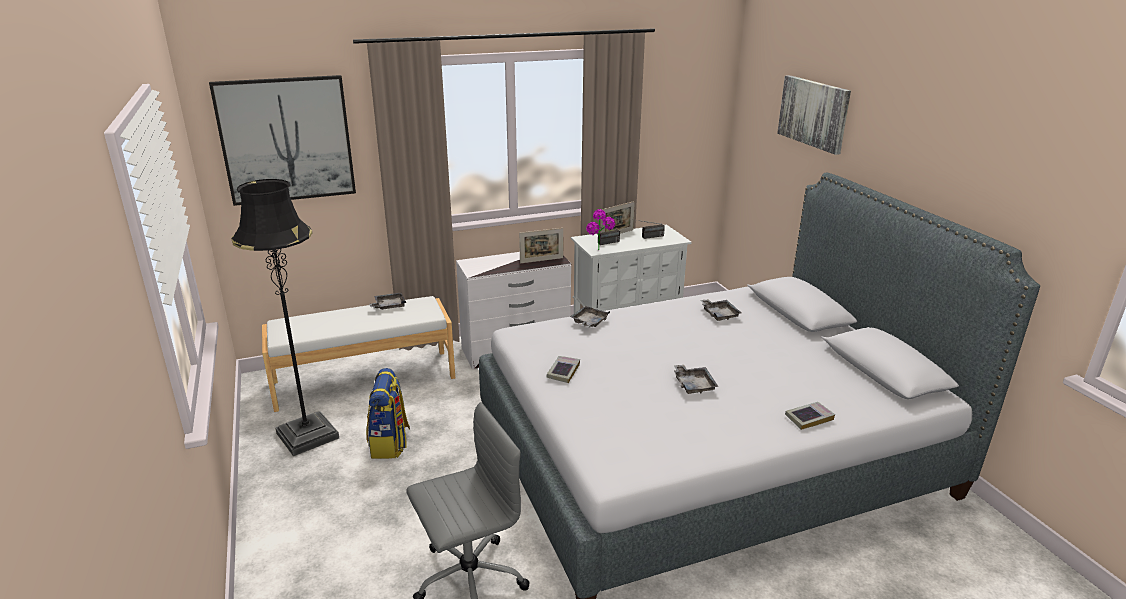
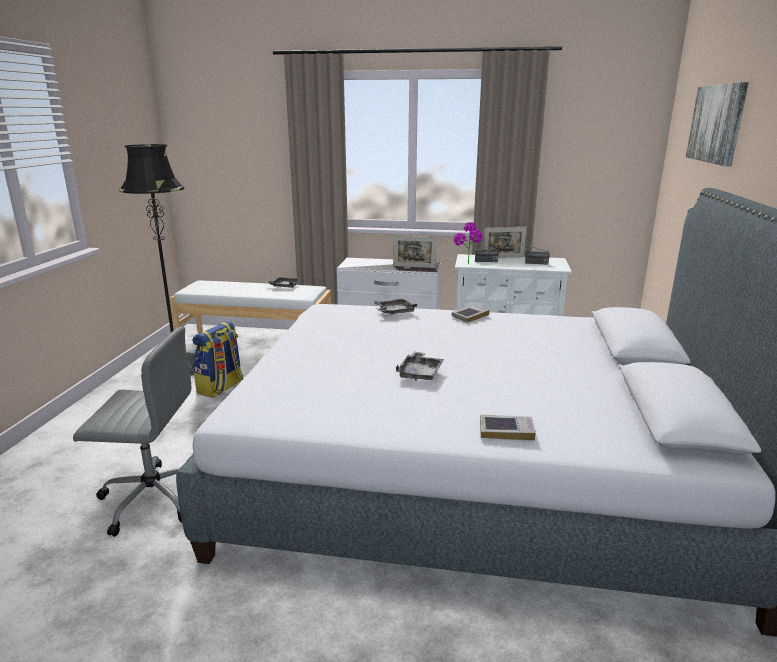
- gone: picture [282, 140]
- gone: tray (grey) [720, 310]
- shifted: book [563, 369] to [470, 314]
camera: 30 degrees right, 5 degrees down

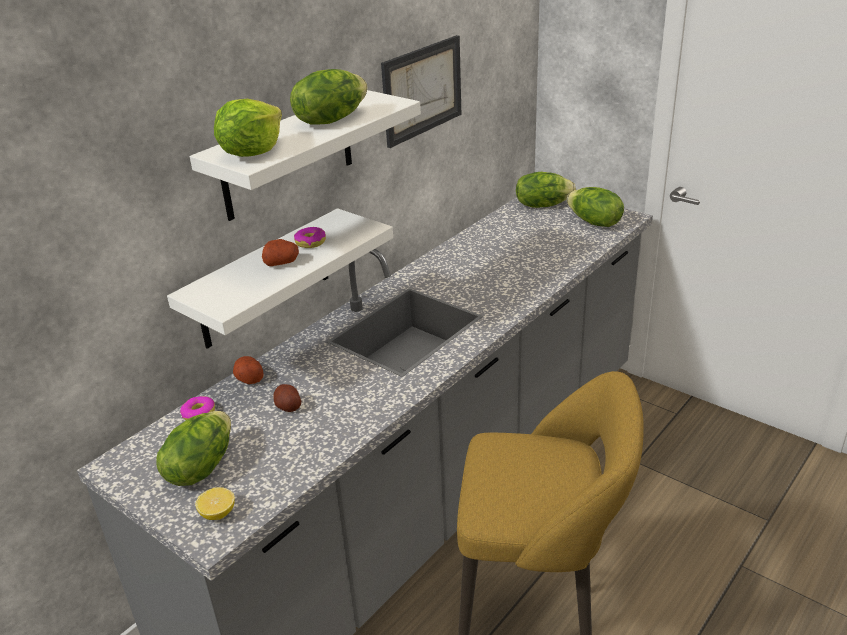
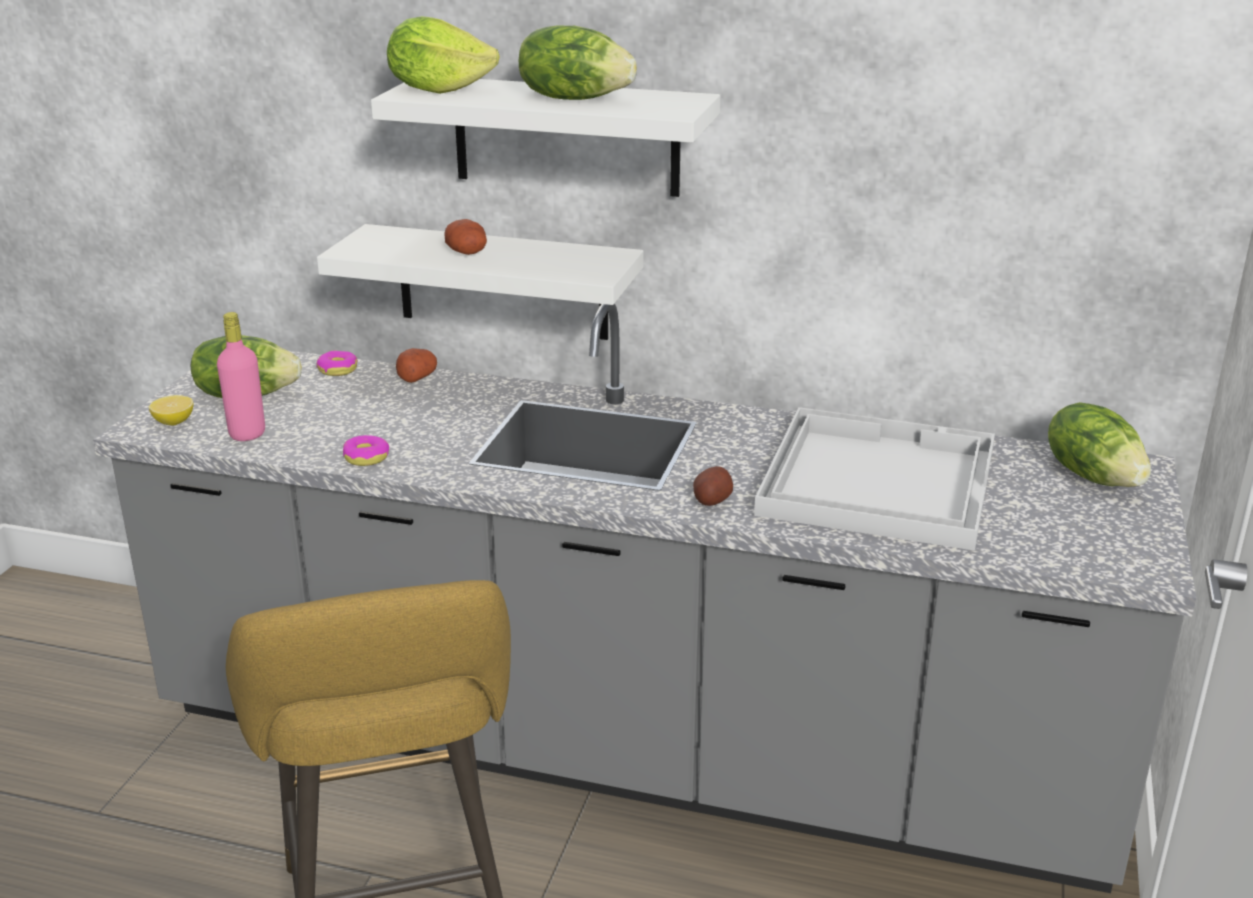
- gone: picture [421, 91]
- gone: lettuce [595, 207]
- new: bottle (pink) [241, 376]
- new: tray (white) [874, 479]
- shifted: potato [287, 398] to [713, 486]
- shifted: donut [310, 237] to [366, 450]
camera: 65 degrees right, 5 degrees down

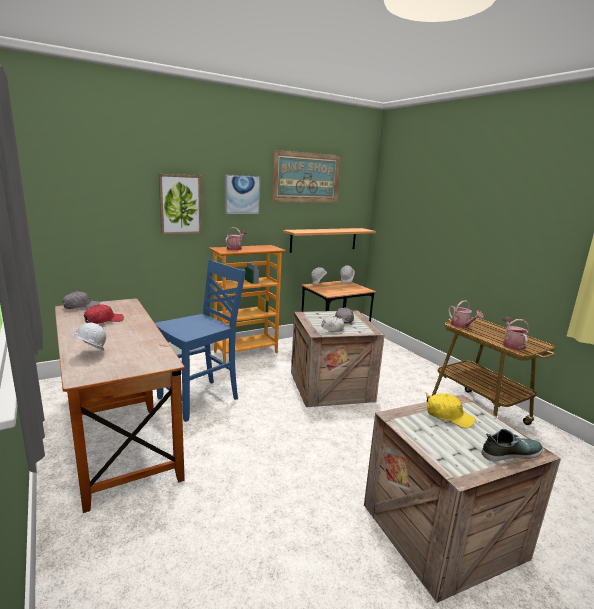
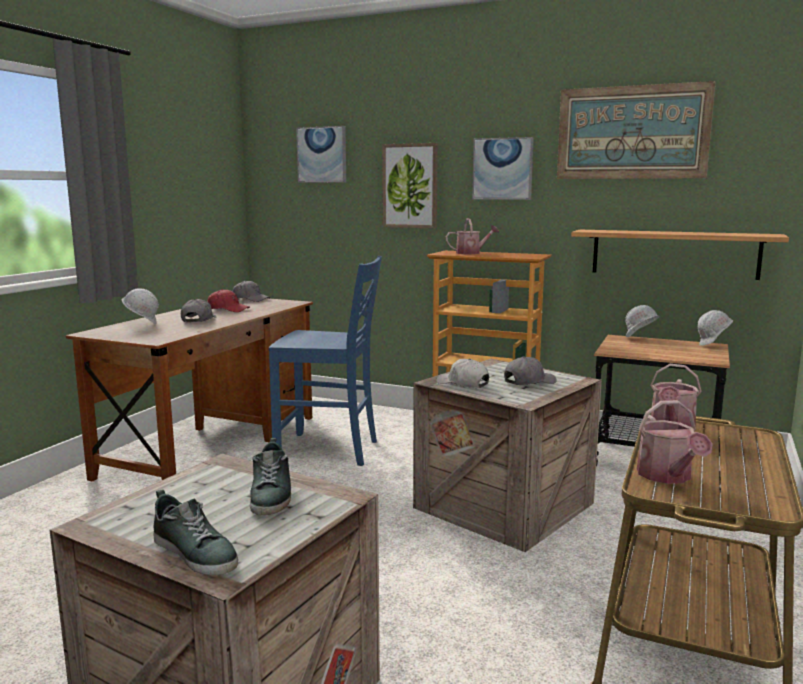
- new: cap (grey) [198, 310]
- new: picture [321, 154]
- swapped: cap (yellow) [451, 410] to shoe [270, 476]
- rotated: watering can [516, 334] = [675, 442] 120 degrees clockwise
camera: 55 degrees right, 5 degrees down

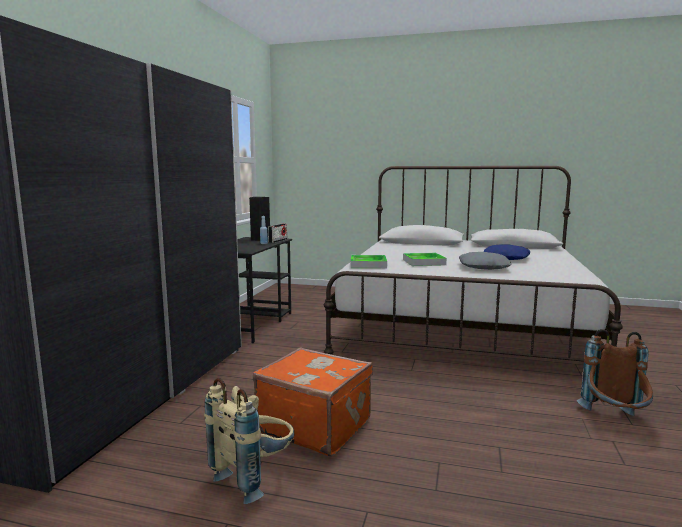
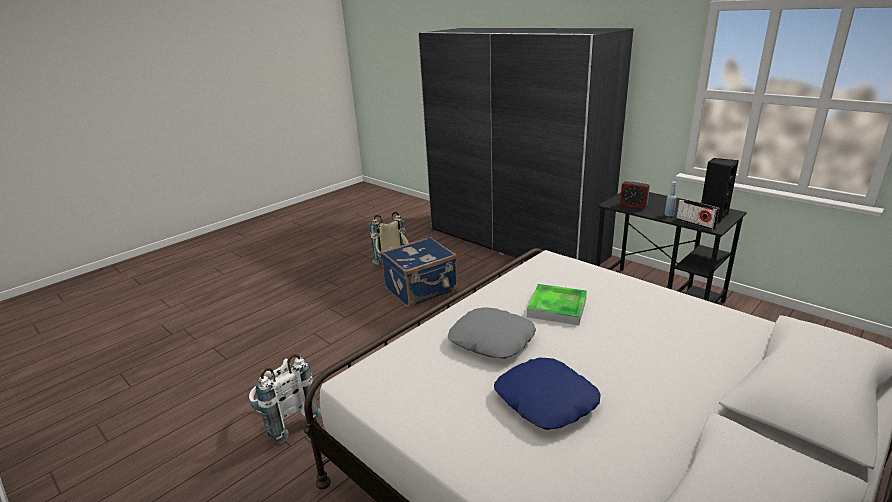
- gone: tray [369, 261]
- new: alarm clock [635, 195]
- repainted: suitcase (orange) [313, 402] to suitcase (blue) [419, 272]
- repainted: backpack (brown) [615, 372] to backpack (white) [285, 399]
camera: 120 degrees right, 15 degrees up

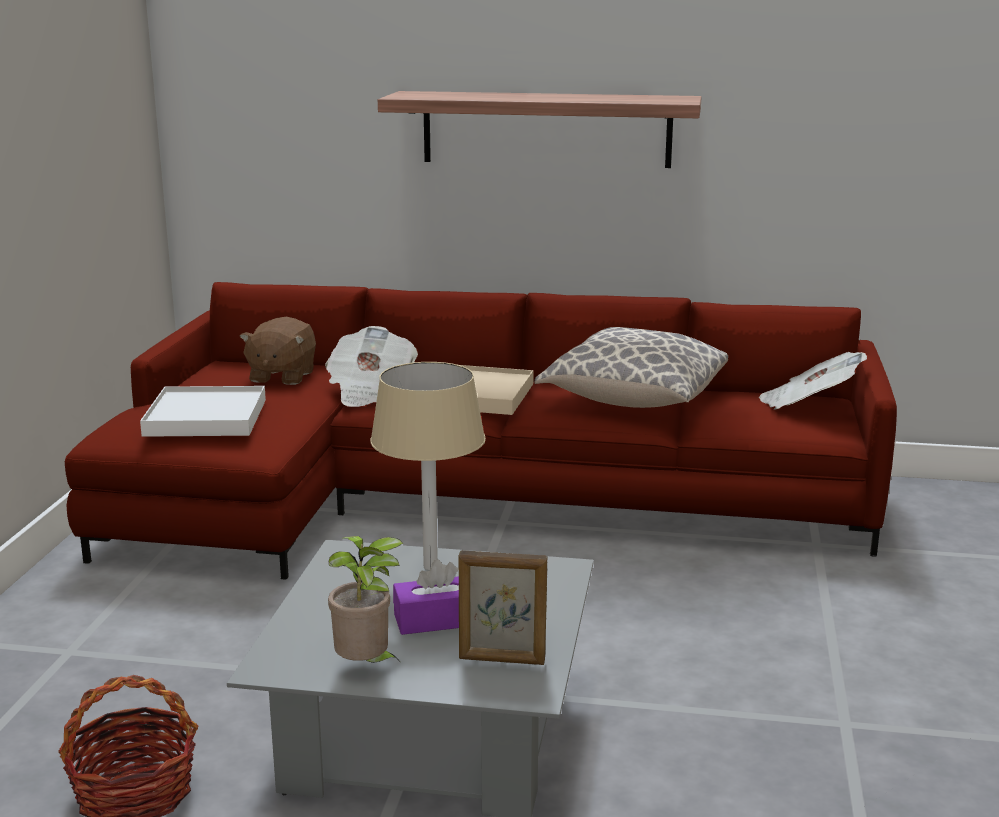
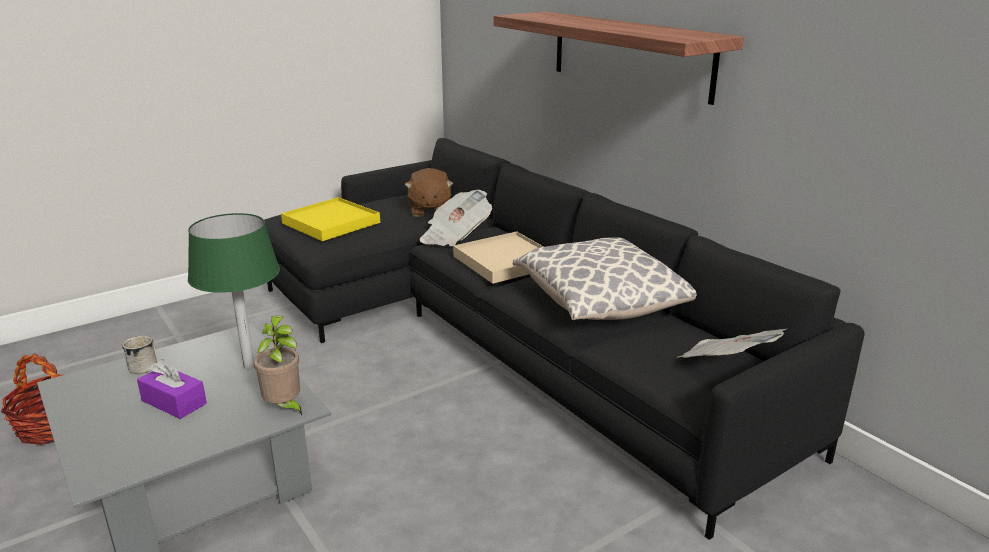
- gone: picture frame [503, 607]
- new: mug (white) [139, 355]
- shifted: potted plant [365, 599] to [278, 365]
- repainted: sofa (red) [481, 431] to sofa (black) [564, 339]
- repainted: tray (white) [203, 411] to tray (yellow) [330, 219]
- repainted: table lamp (beige) [428, 466] to table lamp (green) [234, 291]
- rotated: plush toy (brown) [277, 351] = [429, 192] 60 degrees counterclockwise
camera: 45 degrees right, 5 degrees up

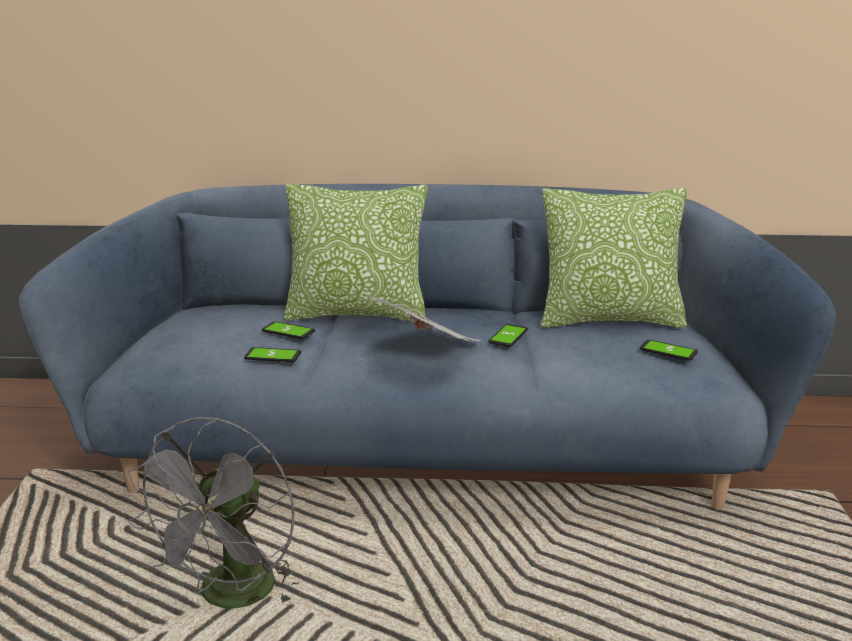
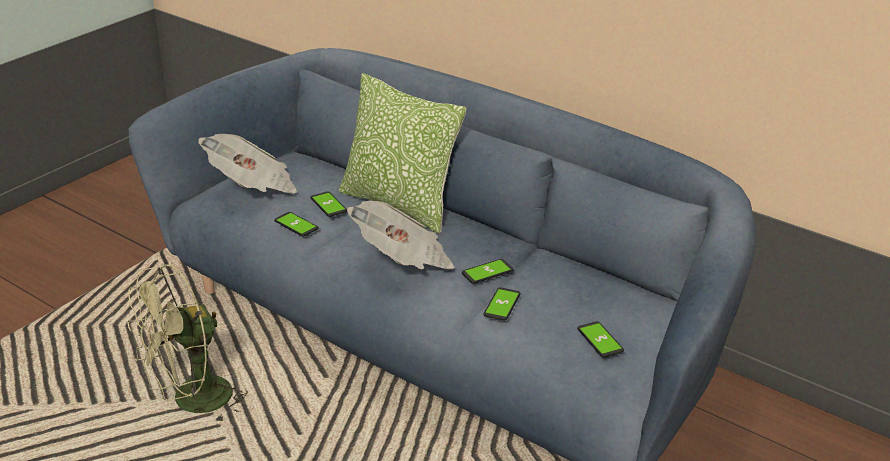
- gone: pillow [613, 258]
- new: newspaper [247, 163]
- new: phone [502, 304]
- repainted: fan (grey) [214, 512] to fan (green) [187, 343]
camera: 35 degrees right, 10 degrees up

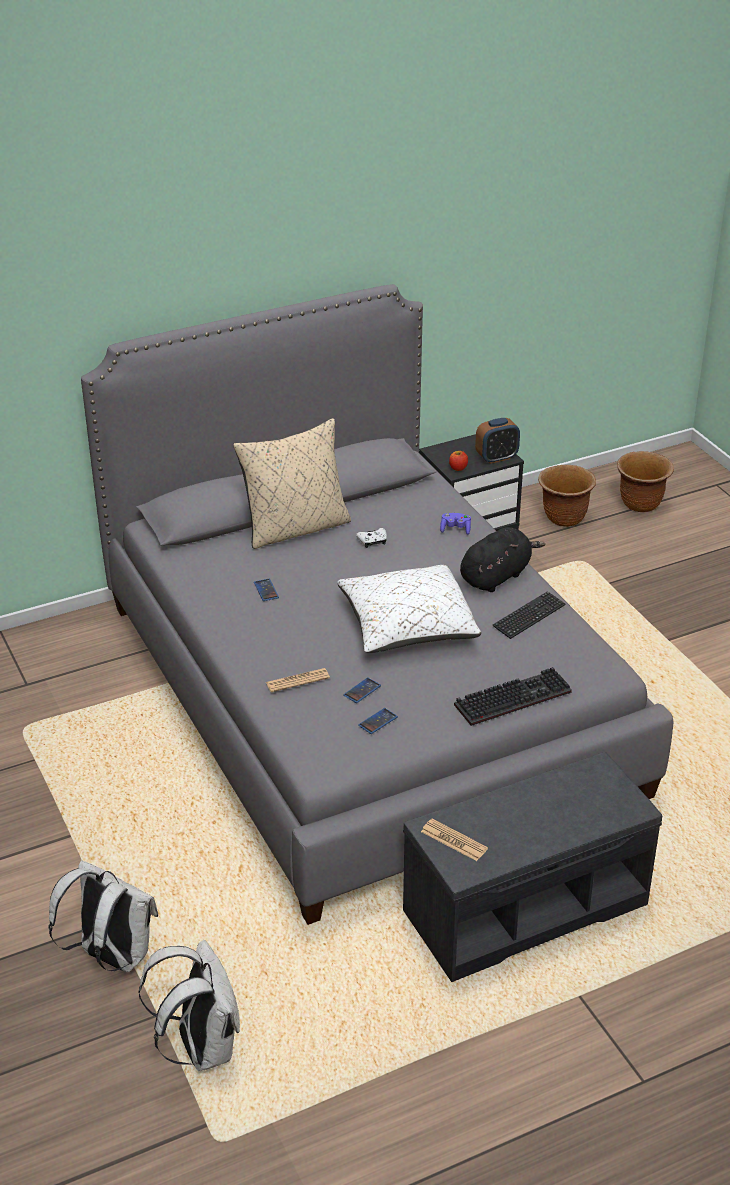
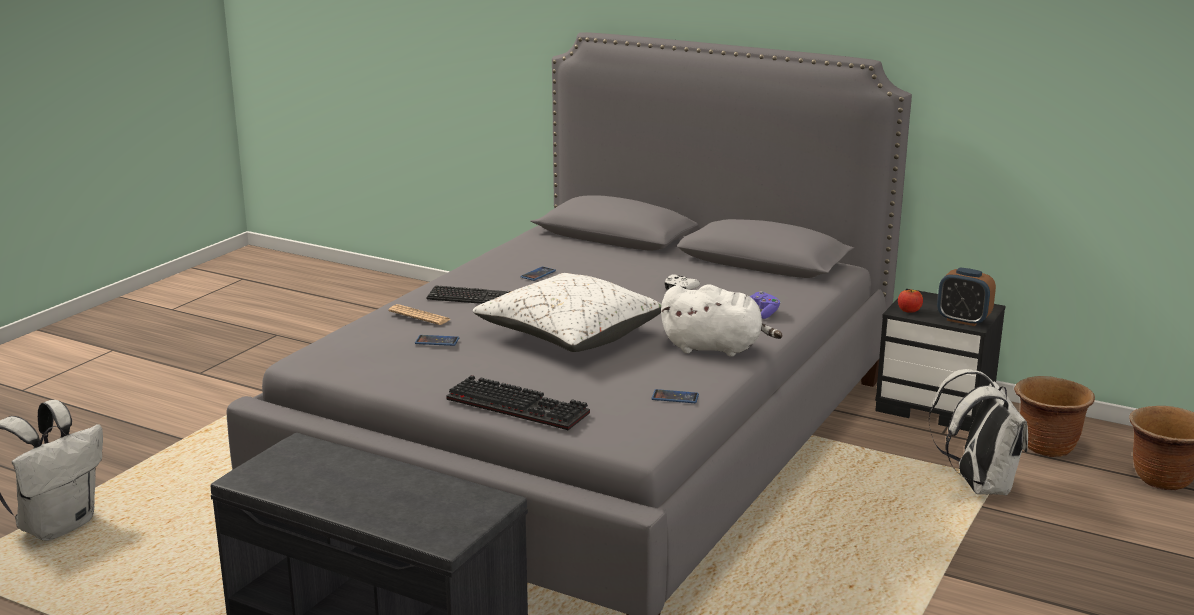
- gone: pillow (beige) [292, 483]
- gone: newspaper [454, 840]
- shifted: backpack (white) [103, 916] to [978, 432]
- shifted: phone [378, 721] to [675, 396]
- shifted: keyboard [529, 615] to [468, 294]
- repainted: plush toy (black) [502, 559] to plush toy (white) [722, 320]
camera: 55 degrees right, 15 degrees down

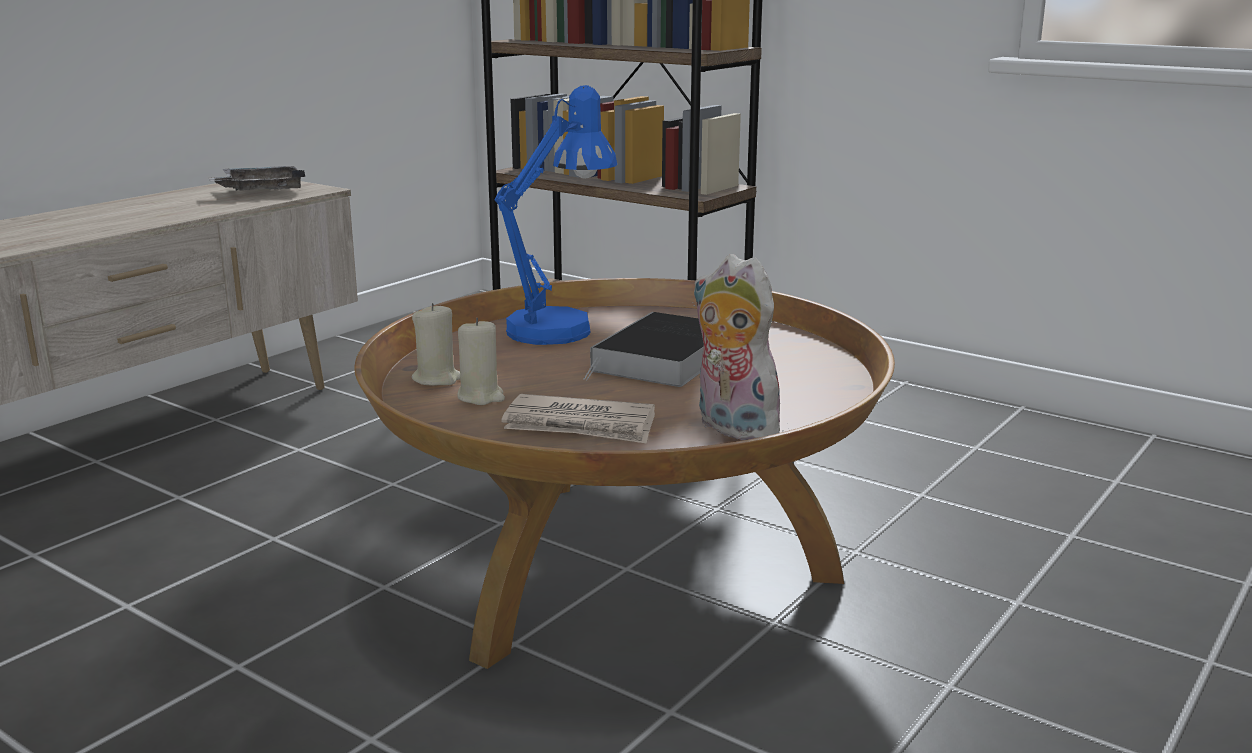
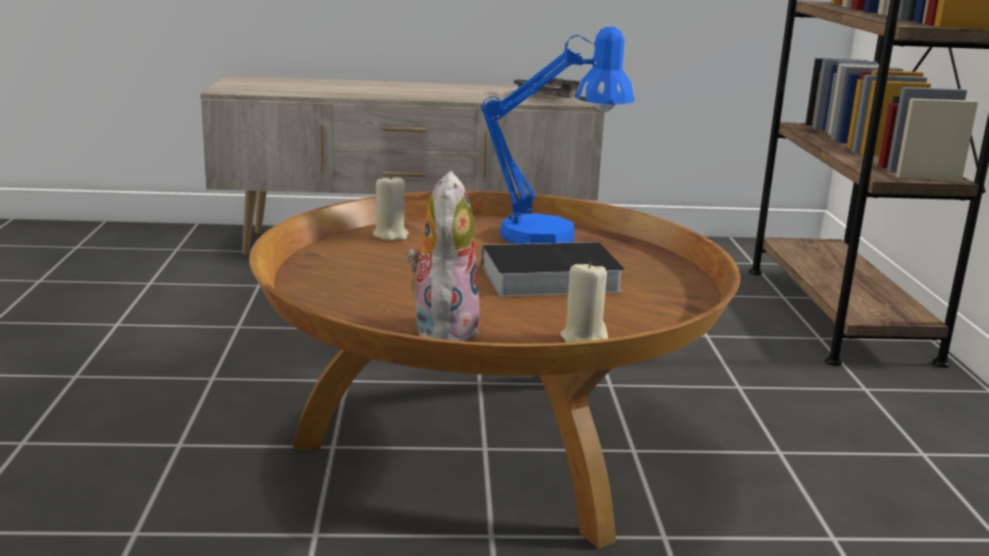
- gone: newspaper [578, 419]
- shifted: candle (beige) [481, 361] to [584, 301]
camera: 50 degrees right, 0 degrees up

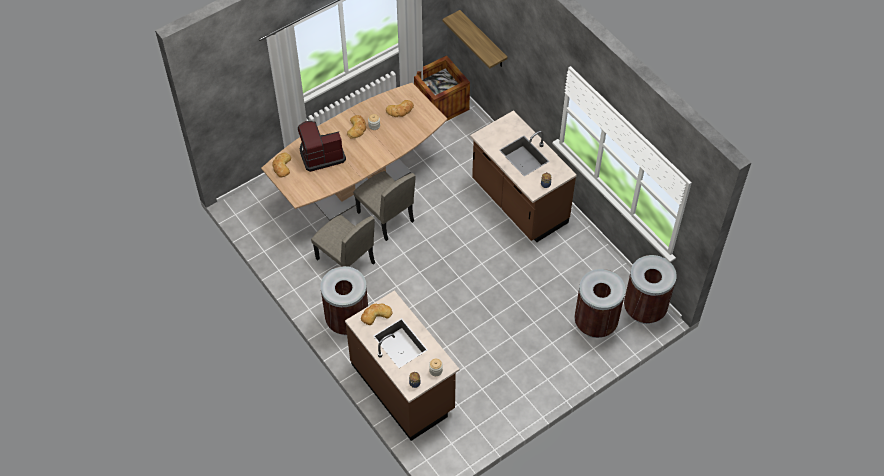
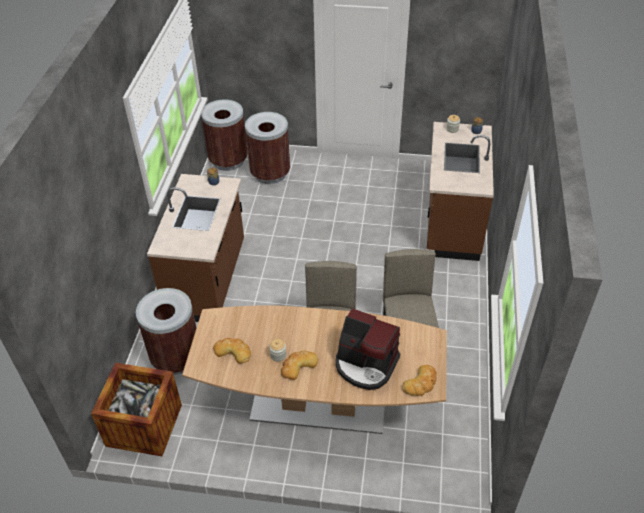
- gone: bread [376, 314]
- gone: shelf [475, 39]
- shifted: trash can (brown) [344, 300] to [166, 331]
camera: 135 degrees left, 10 degrees down

